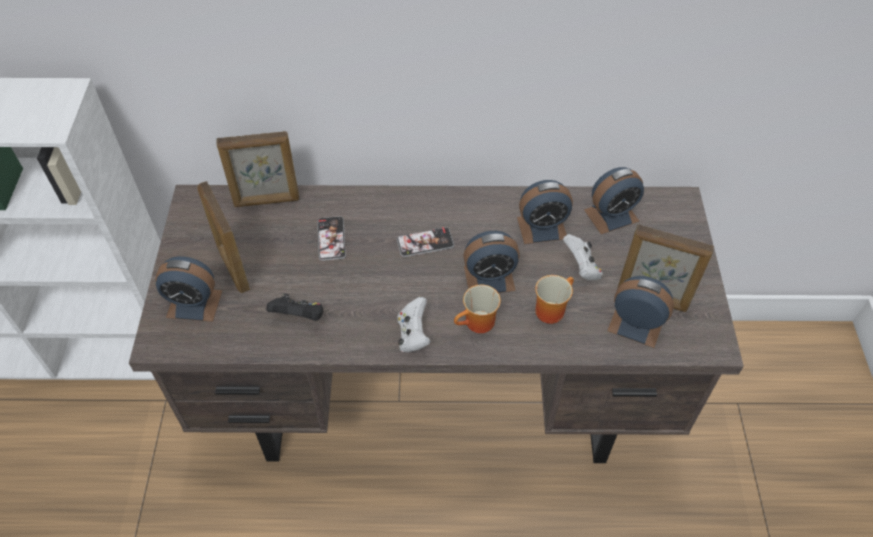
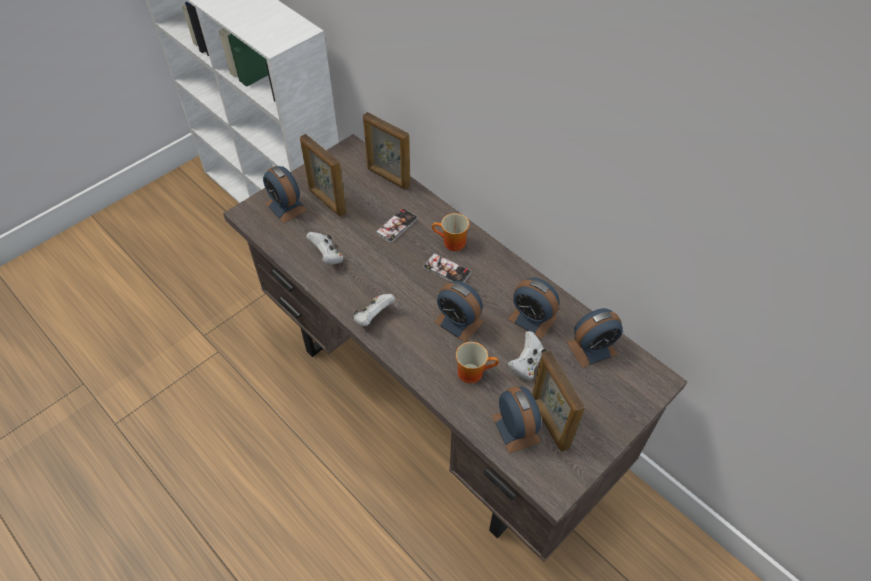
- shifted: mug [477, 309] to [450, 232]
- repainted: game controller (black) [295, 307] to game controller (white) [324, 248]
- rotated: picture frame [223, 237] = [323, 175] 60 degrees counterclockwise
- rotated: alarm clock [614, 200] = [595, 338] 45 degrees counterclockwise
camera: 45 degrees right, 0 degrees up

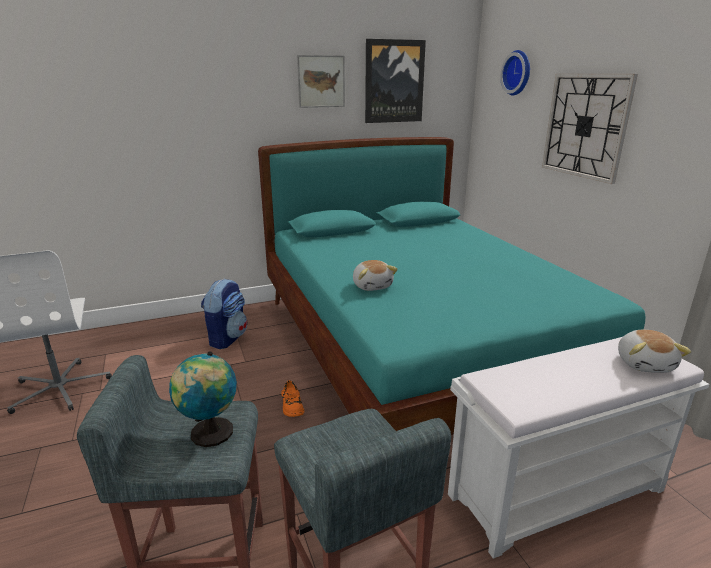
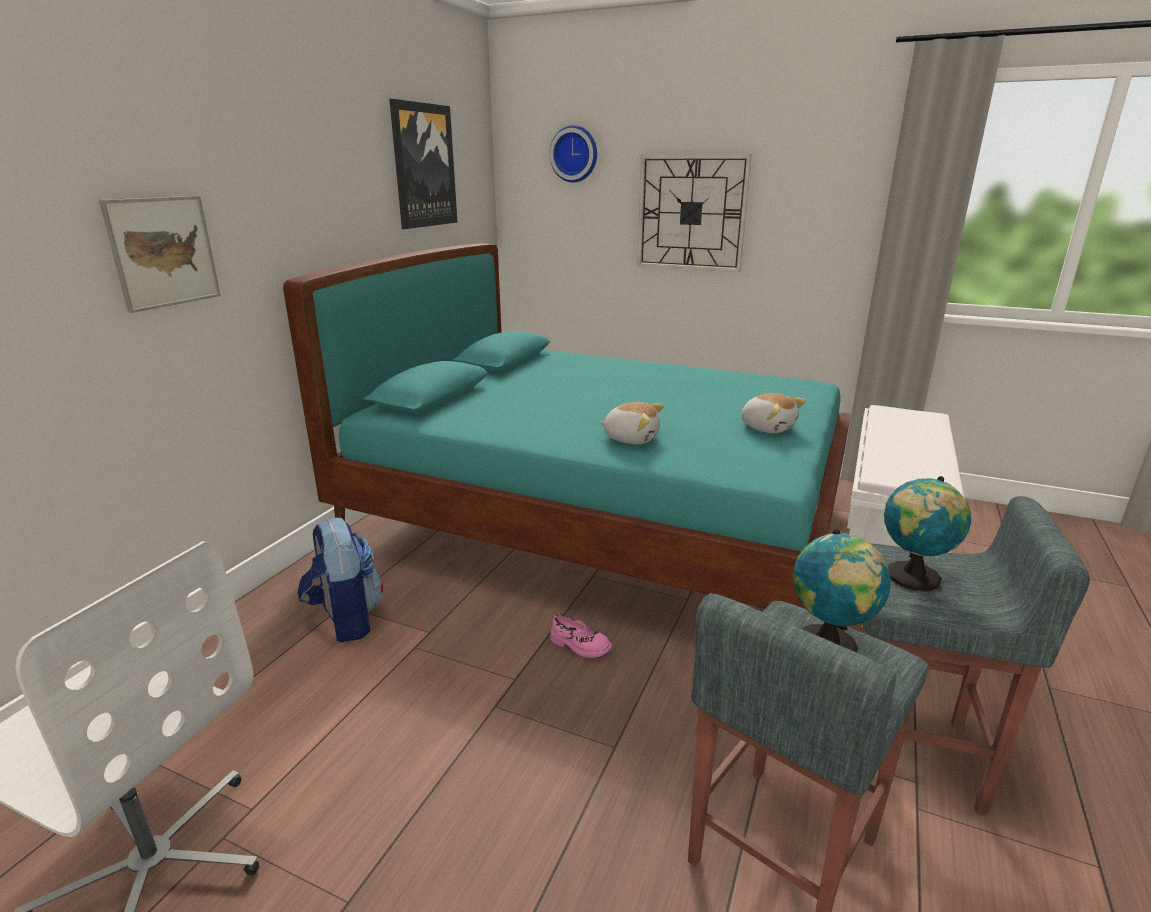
- new: globe [927, 533]
- shifted: picture [321, 81] to [160, 254]
- shifted: plush toy [654, 351] to [773, 413]
- repainted: shoe (orange) [292, 398] to shoe (pink) [581, 635]
camera: 45 degrees left, 0 degrees up

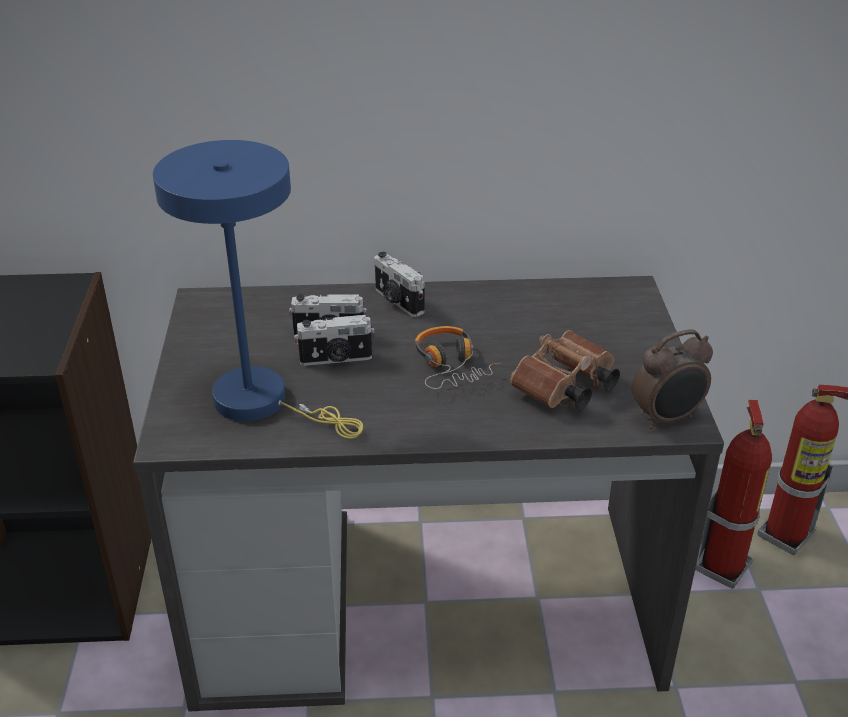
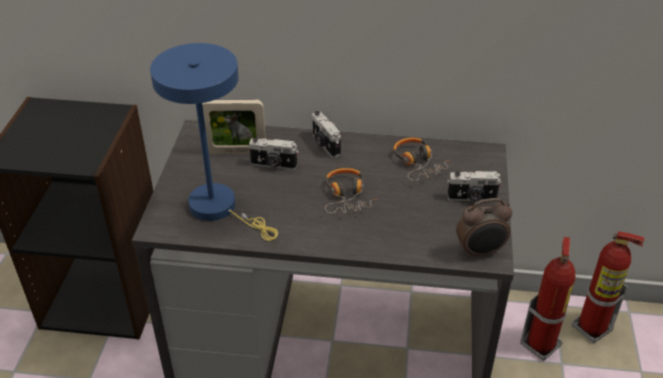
- gone: binoculars (brown) [565, 370]
- new: picture frame [234, 127]
- new: headphones [422, 159]
- shifted: photo camera [334, 340] to [474, 186]
camera: 10 degrees right, 5 degrees up

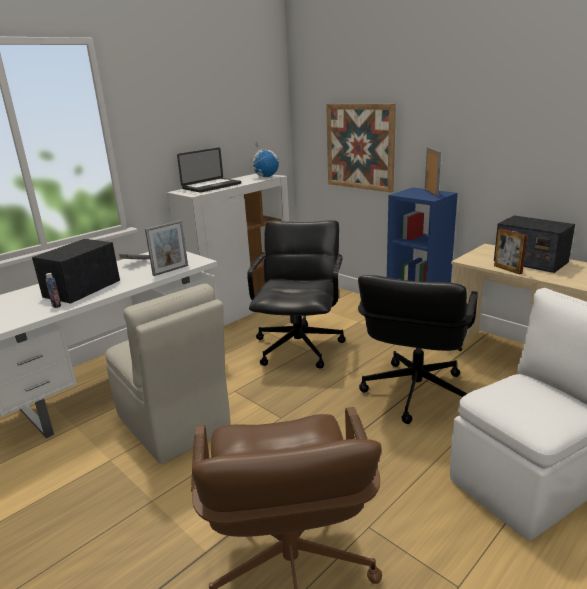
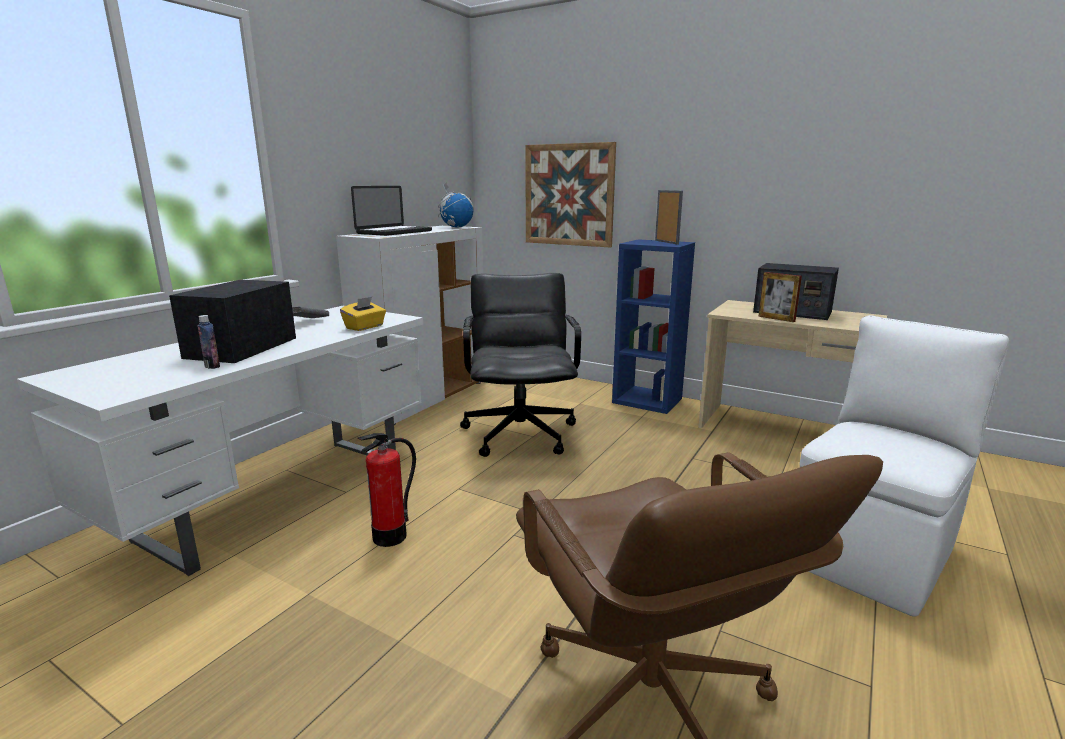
- gone: office chair (black) [418, 349]
- swapped: chair (beige) [168, 373] to fire extinguisher [386, 490]
- swapped: picture frame [166, 248] to tissue box (yellow) [363, 314]
camera: 15 degrees left, 5 degrees down

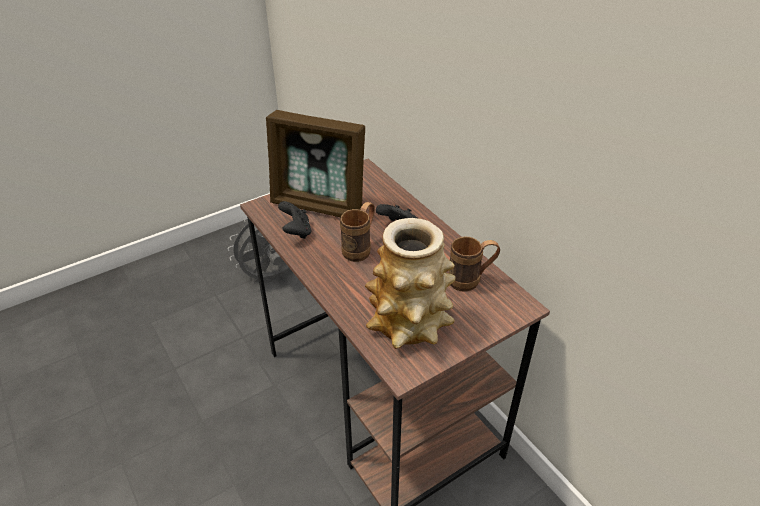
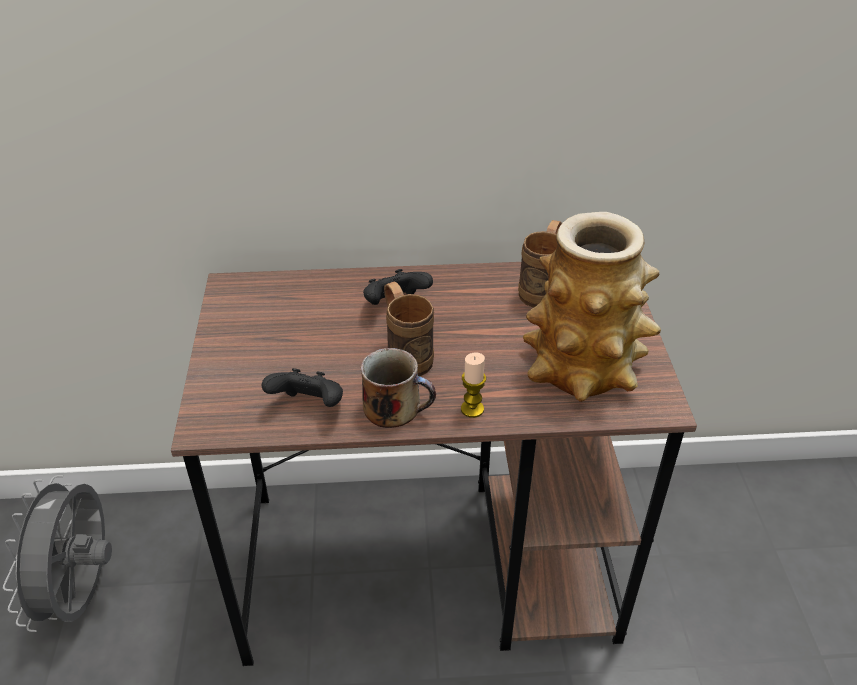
- gone: picture frame [315, 164]
- new: mug [398, 388]
- new: candle [473, 385]
camera: 60 degrees left, 0 degrees up

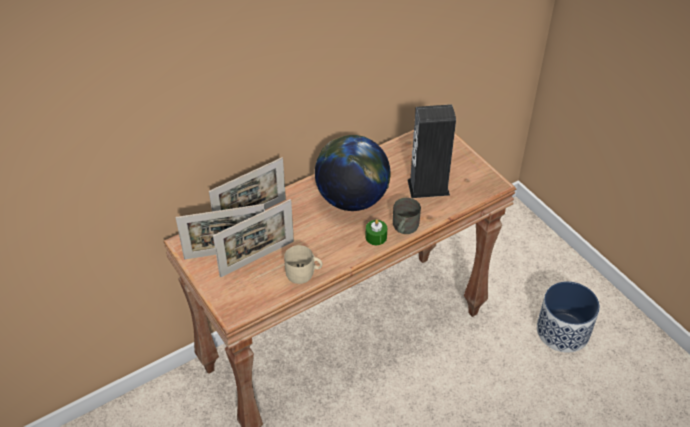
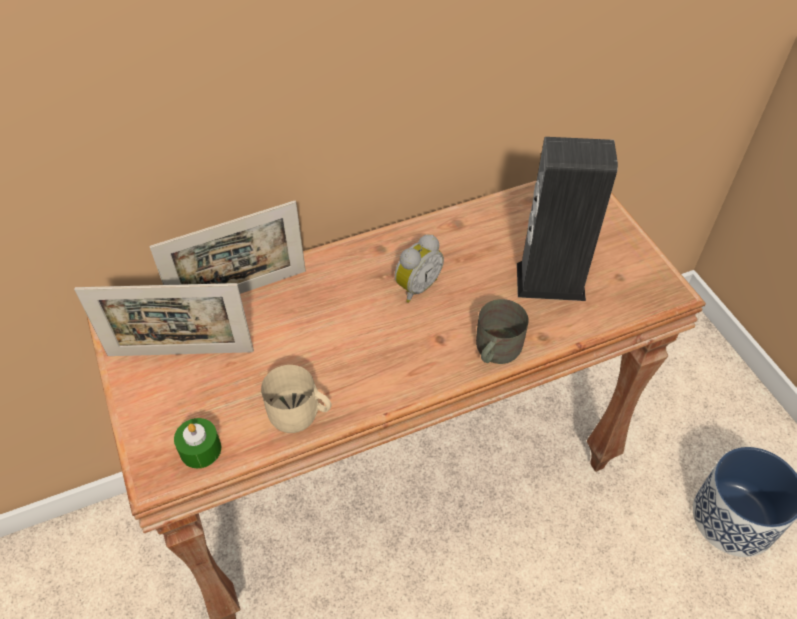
- gone: picture frame [253, 238]
- shifted: candle (green) [376, 232] to [197, 443]
- swapped: globe [353, 173] to alarm clock [419, 269]
camera: 10 degrees right, 5 degrees up

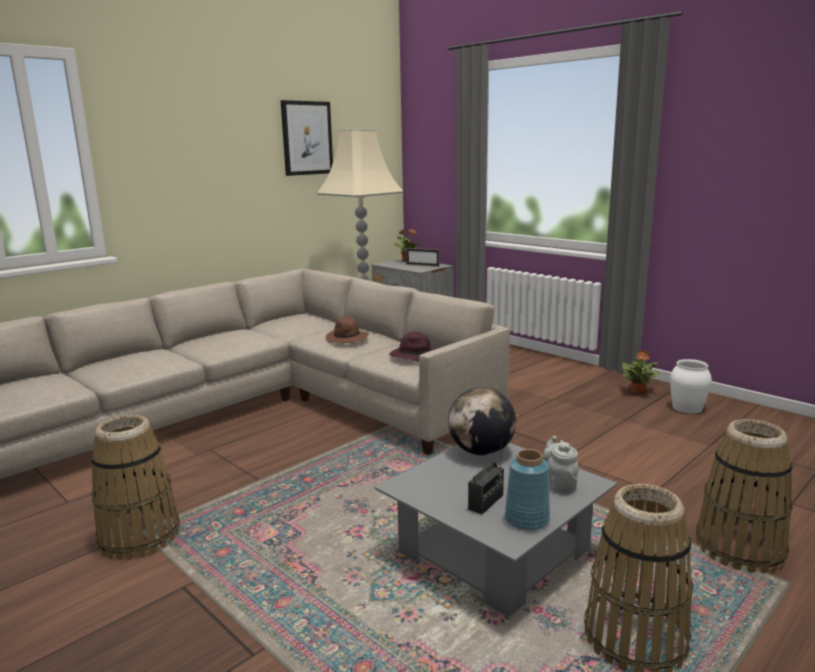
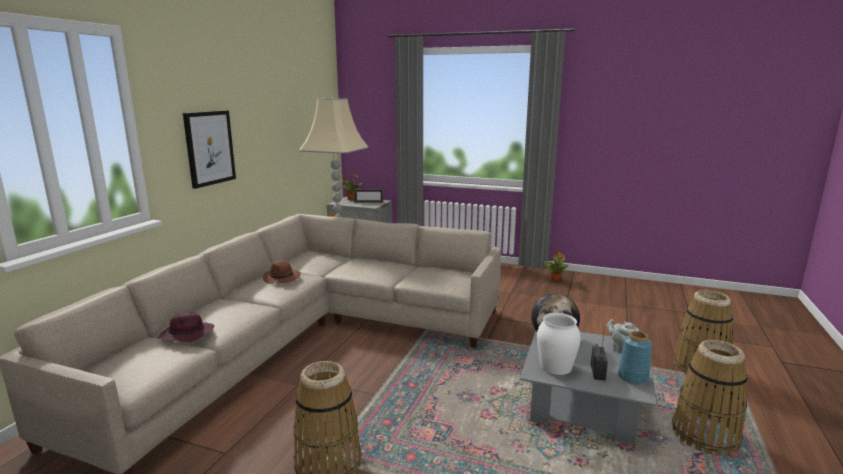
- shifted: picture [306, 138] to [209, 149]
- shifted: hat (brown) [347, 329] to [282, 272]
- shifted: hat (purple) [412, 347] to [186, 326]
- shifted: vase (white) [691, 386] to [559, 344]
camera: 25 degrees left, 0 degrees up

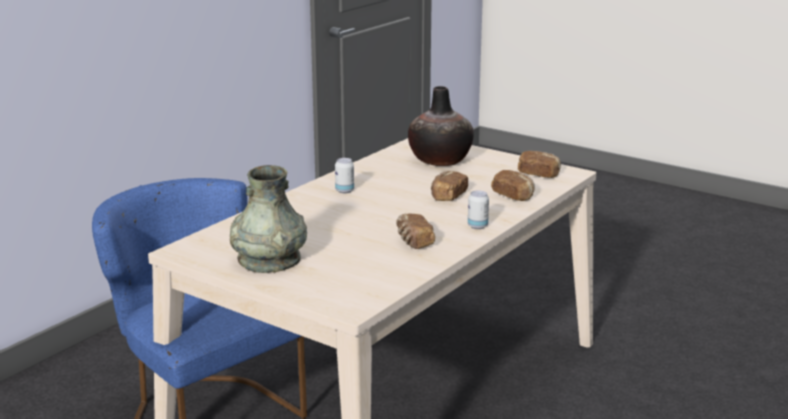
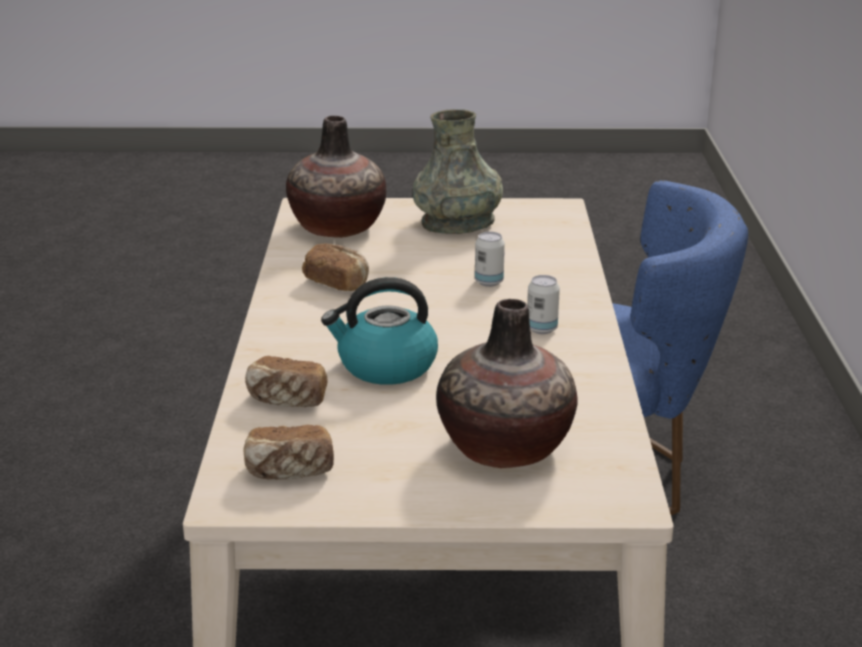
- new: vase [336, 177]
- shifted: can [478, 210] to [490, 259]
- swapped: bread [449, 186] to kettle [379, 331]
camera: 145 degrees right, 5 degrees up

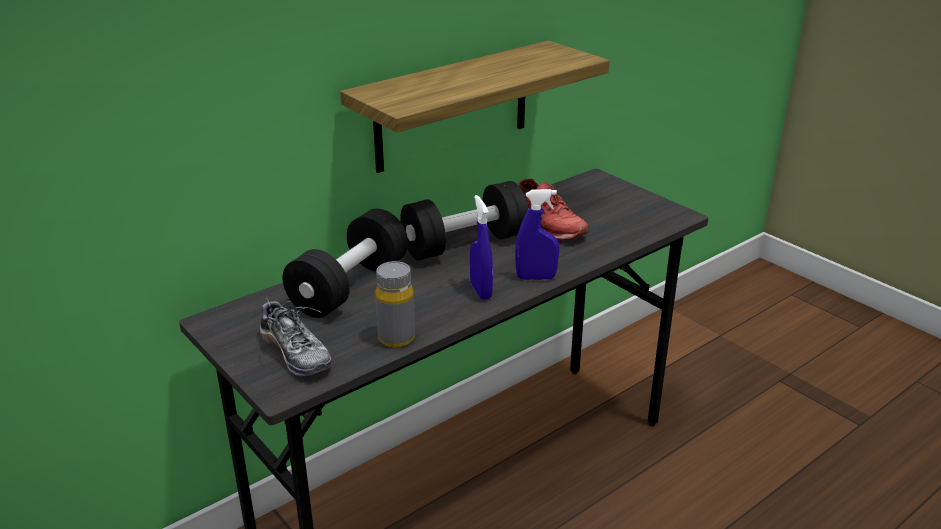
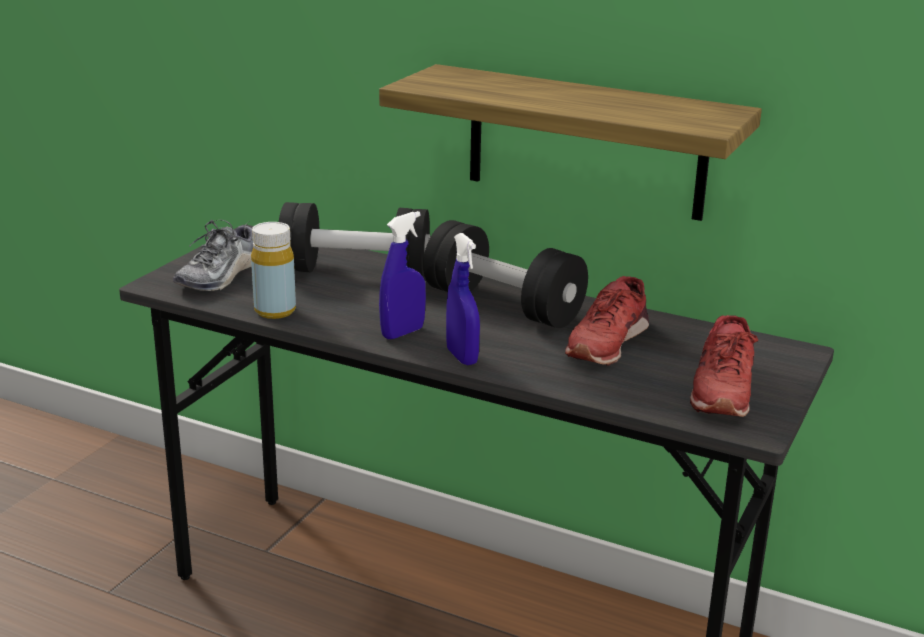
- new: shoe (red) [724, 366]
- repainted: bottle (grey) [395, 304] to bottle (yellow) [273, 270]
camera: 65 degrees right, 5 degrees down

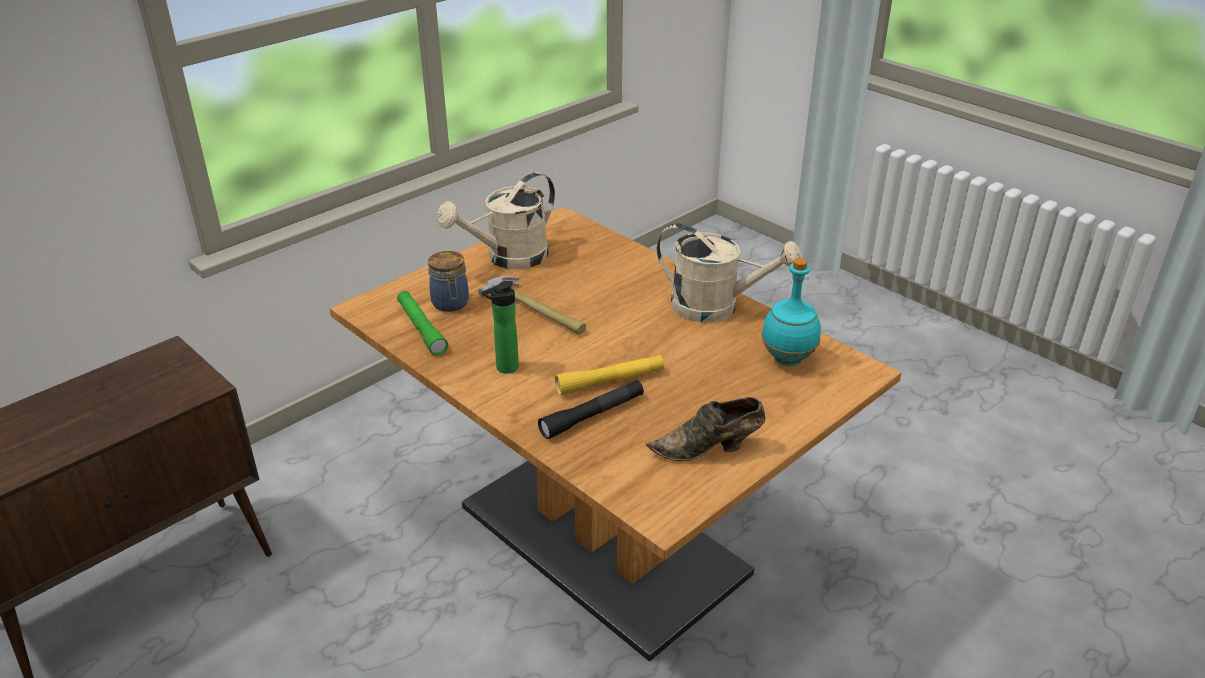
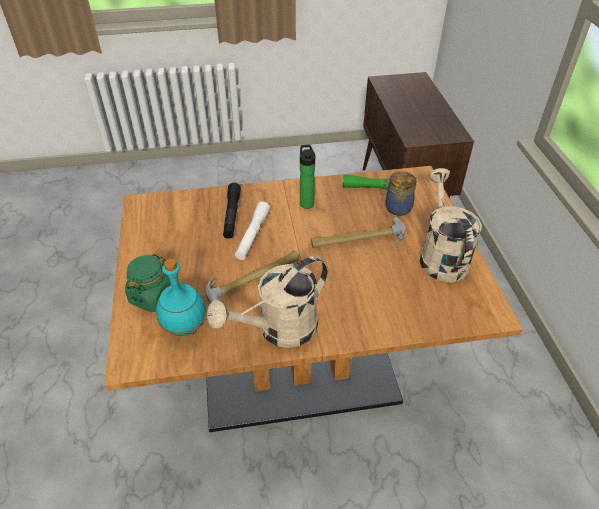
- gone: shoe (brown) [705, 429]
- new: jar (green) [148, 283]
- new: hammer [253, 277]
- repainted: flashlight (yellow) [609, 375] to flashlight (white) [252, 231]
camera: 125 degrees right, 10 degrees up

